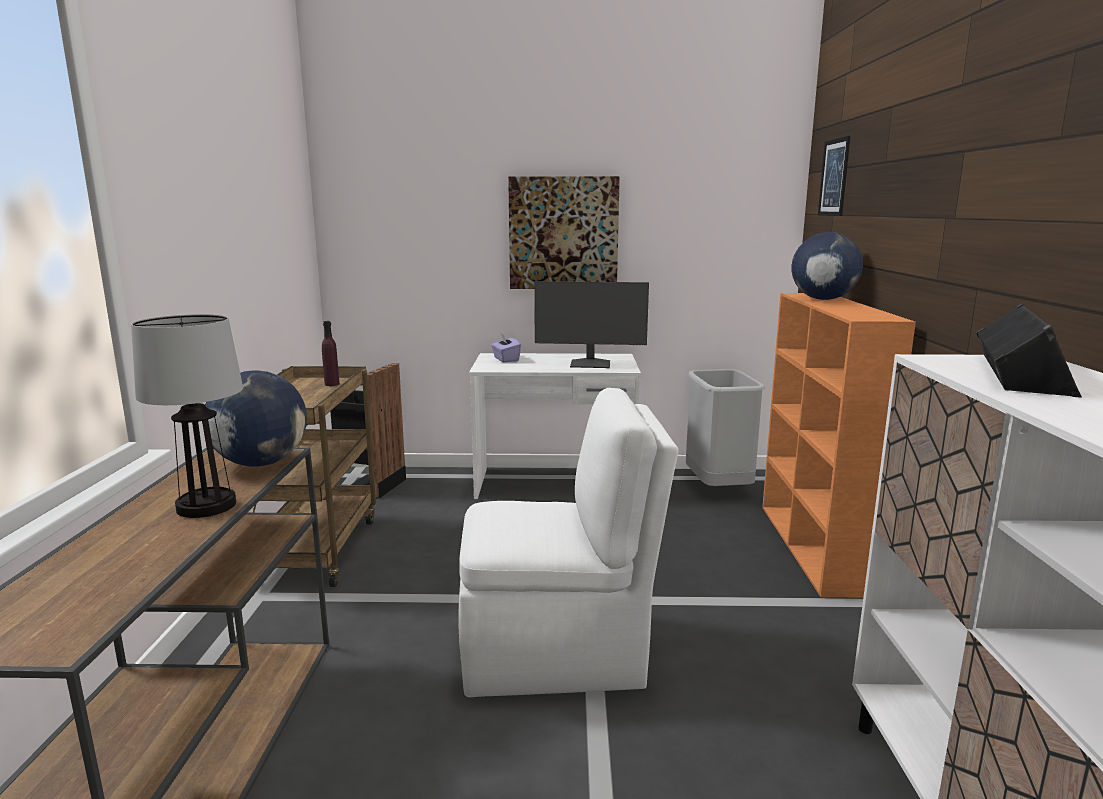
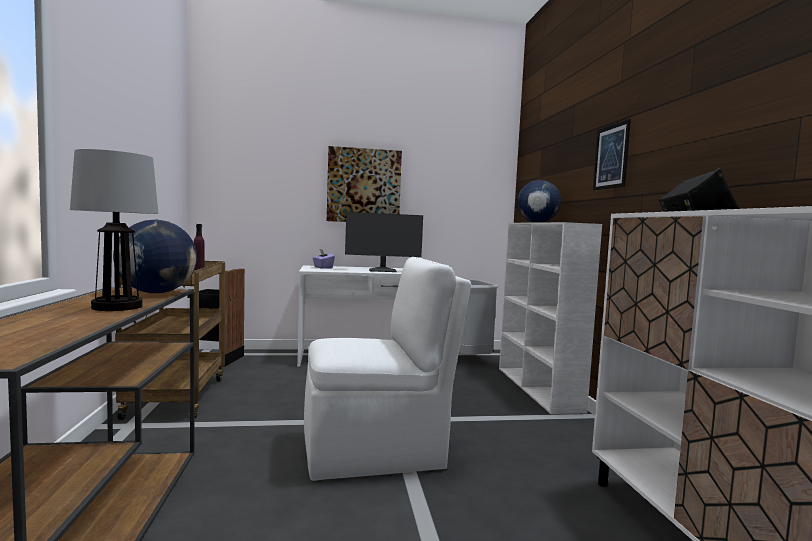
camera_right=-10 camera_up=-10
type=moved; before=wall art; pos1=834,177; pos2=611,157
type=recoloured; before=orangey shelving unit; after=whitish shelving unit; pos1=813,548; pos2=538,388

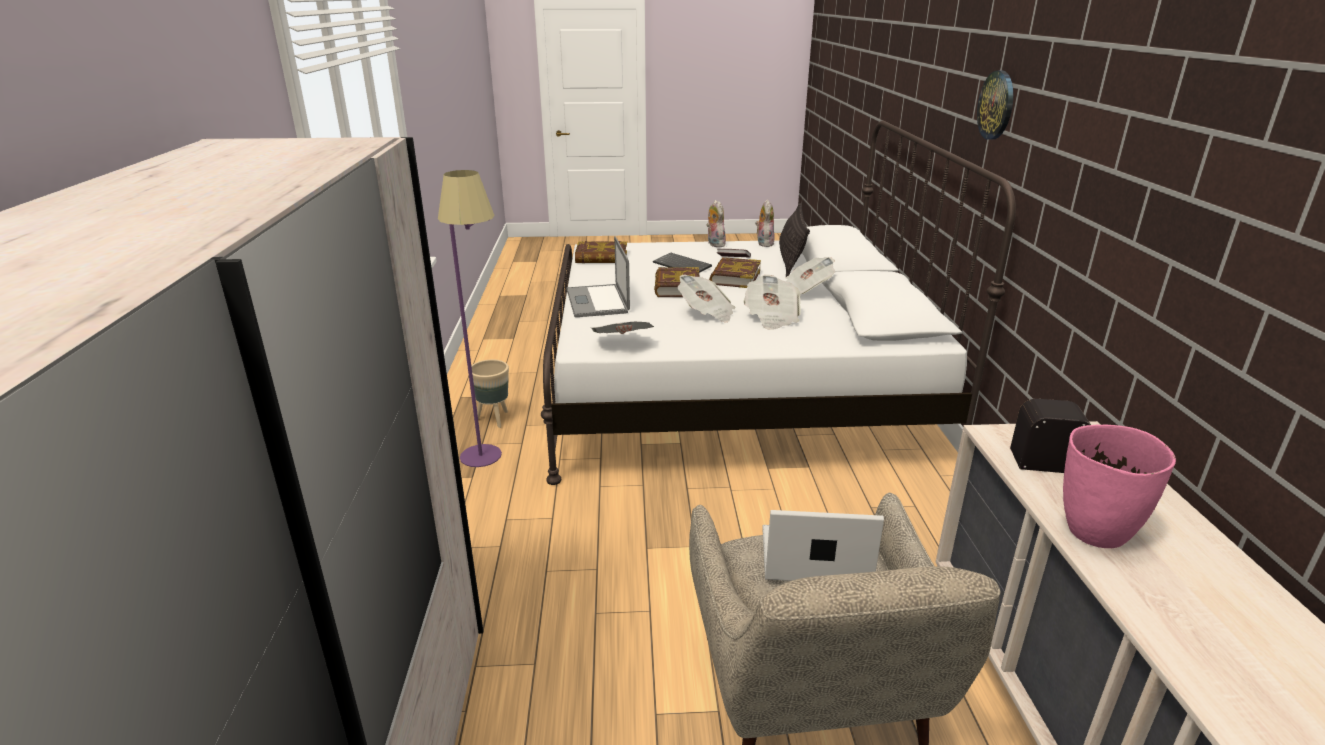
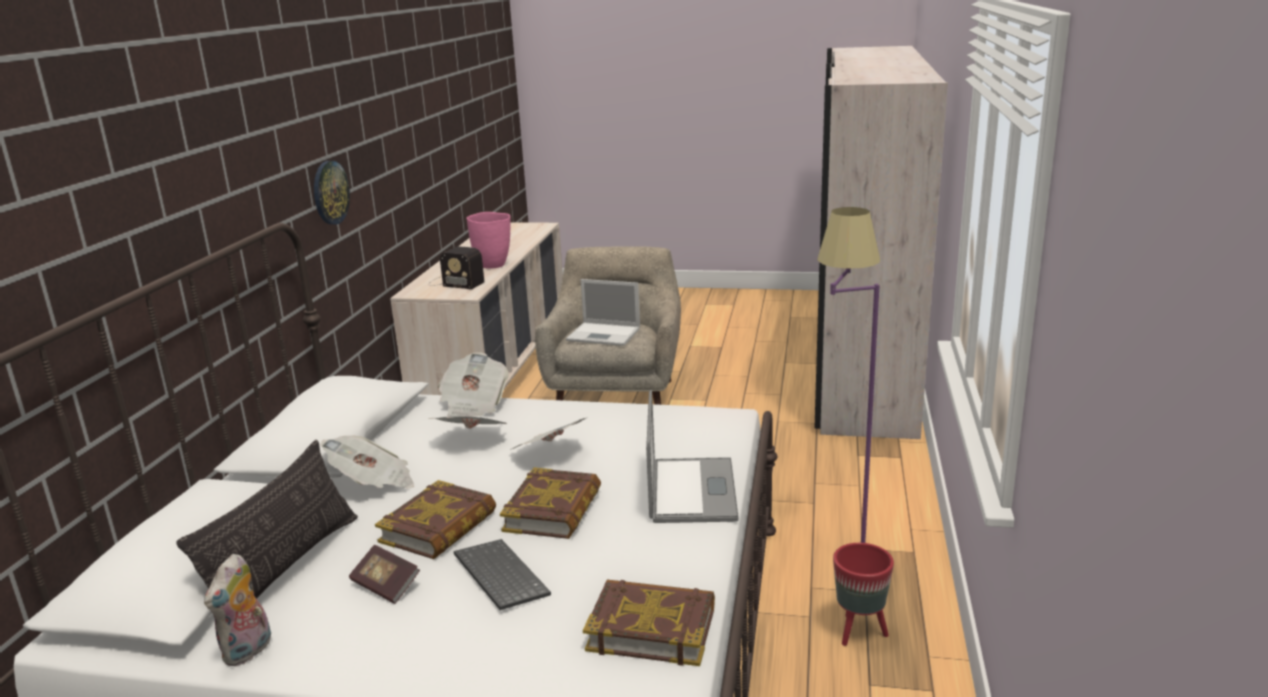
camera_right=-165 camera_up=-5
type=removed; before=soft toy; pos1=714,244
type=moved; before=printed paper; pos1=622,344; pos2=473,405
type=moved; before=hanging clock; pos1=996,105; pos2=330,192
type=recoloured; before=sand-coloured planter; after=red planter; pos1=494,419; pos2=859,632

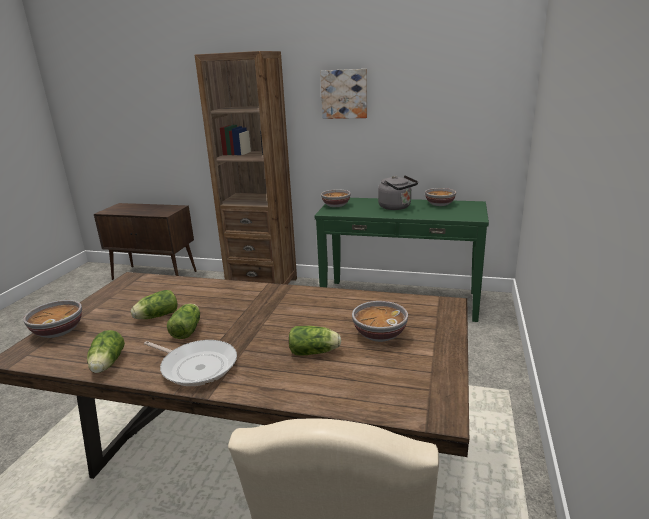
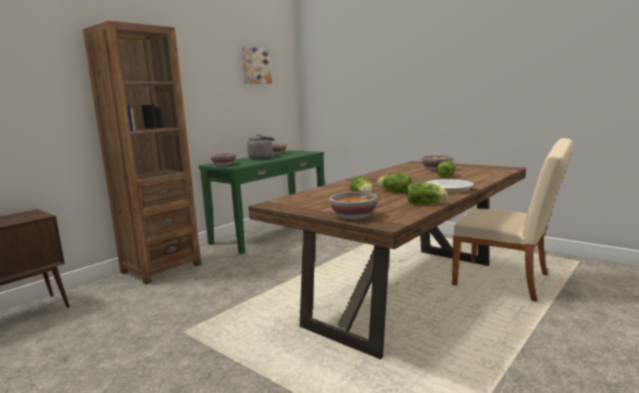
camera_right=-65 camera_up=-10
type=moved; before=wall art; pos1=344,94; pos2=255,65

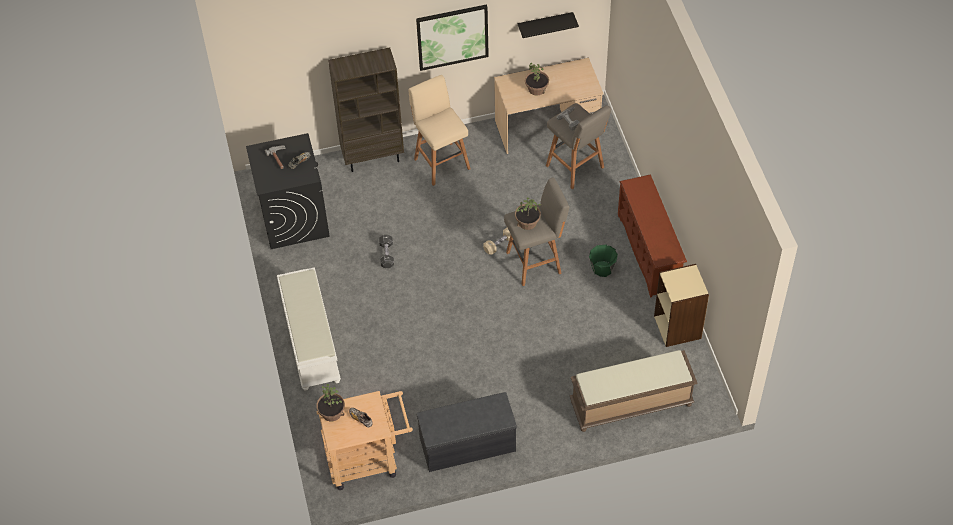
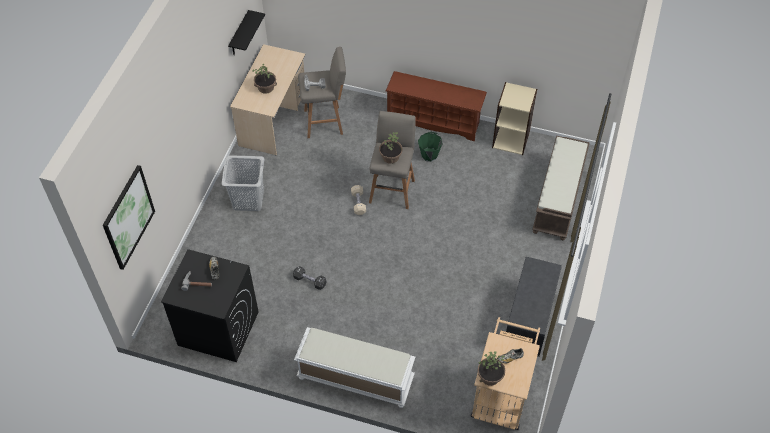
camera_right=-60 camera_up=0
type=removed; before=brownish shelving unit; pos1=373,157
type=moved; before=wall art; pos1=452,36; pos2=128,217
type=replaced; before=sand-coloured stool; after=gray hamper; pos1=441,162; pos2=248,199

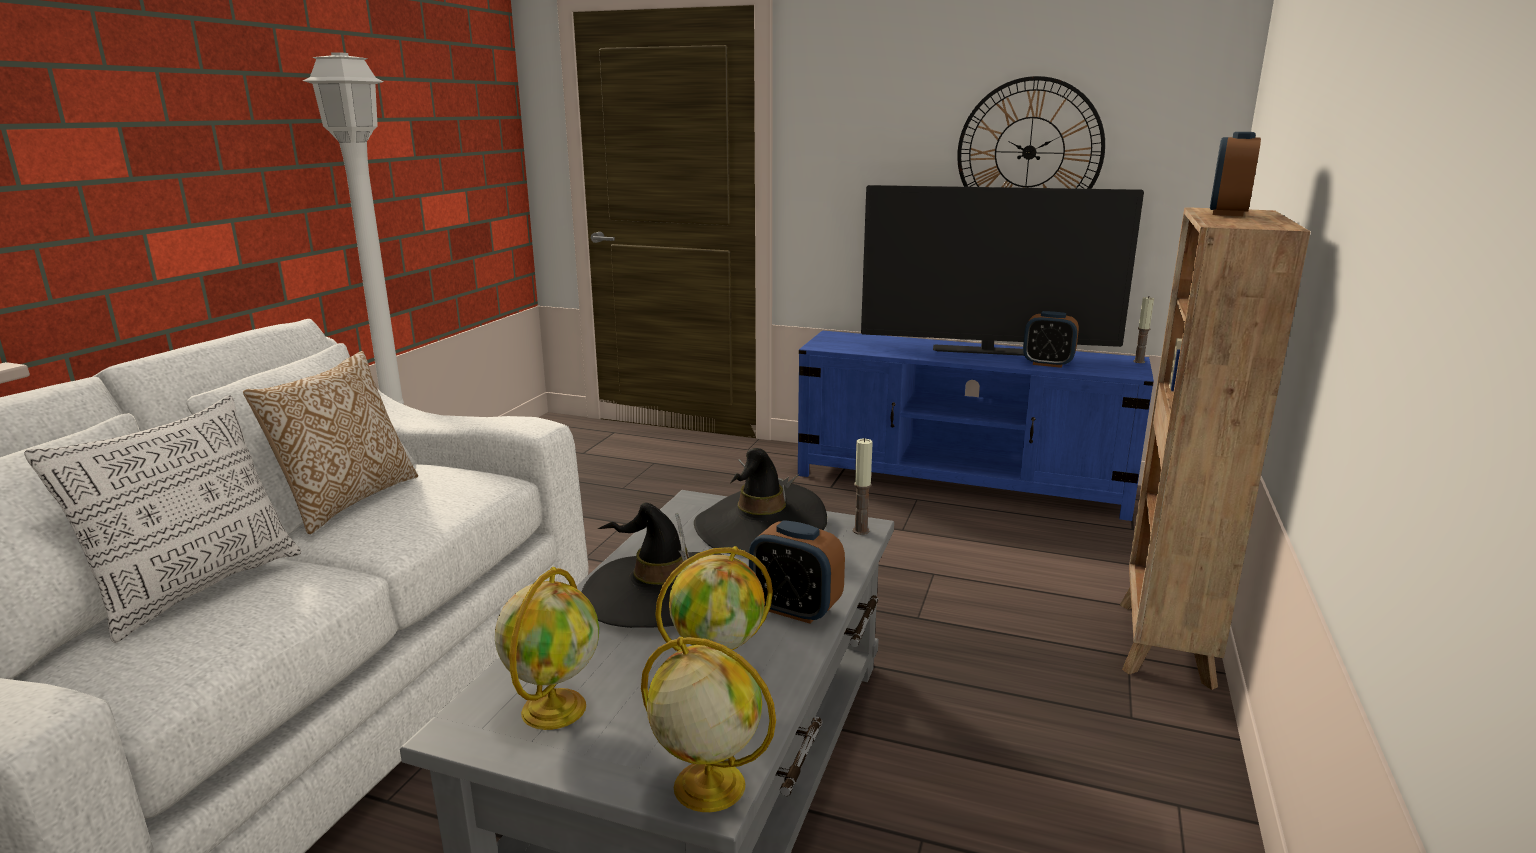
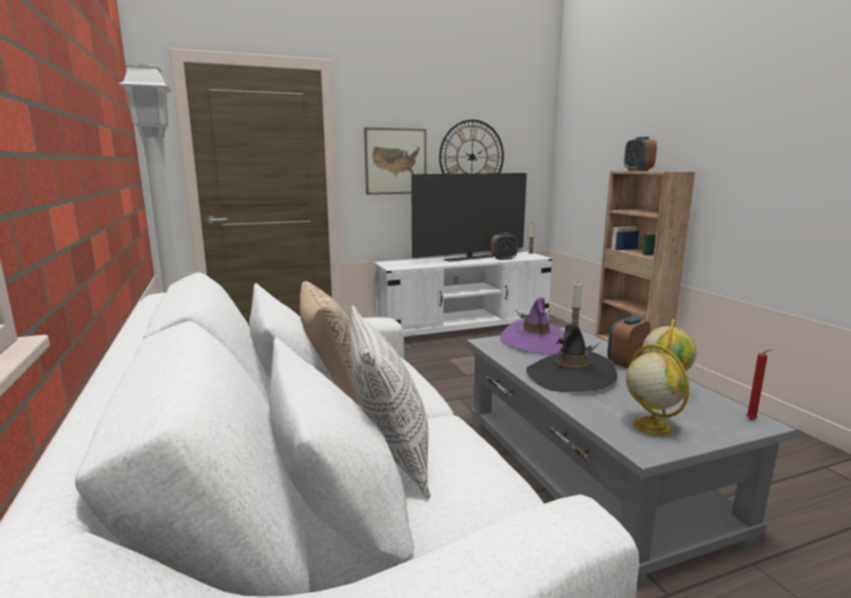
camera_right=-40 camera_up=-5
type=added; after=wall art; pos2=396,161
type=replaced; before=desk globe; after=red candle; pos1=706,785; pos2=752,420
type=recoloured; before=blackish clothing hat; after=purplish clothing hat; pos1=760,526; pos2=537,341
type=recoloured; before=blue-coloured media console; after=whitish media console; pos1=962,481; pos2=464,329
type=turned; before=table clock; pos1=795,609; pos2=626,362; turn=150

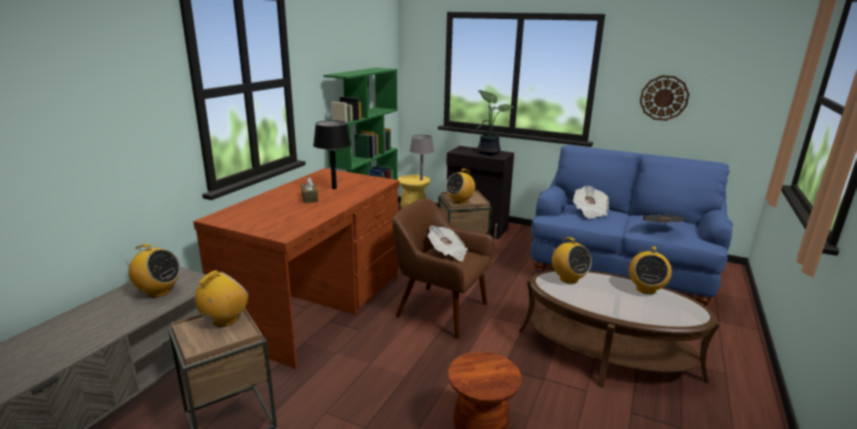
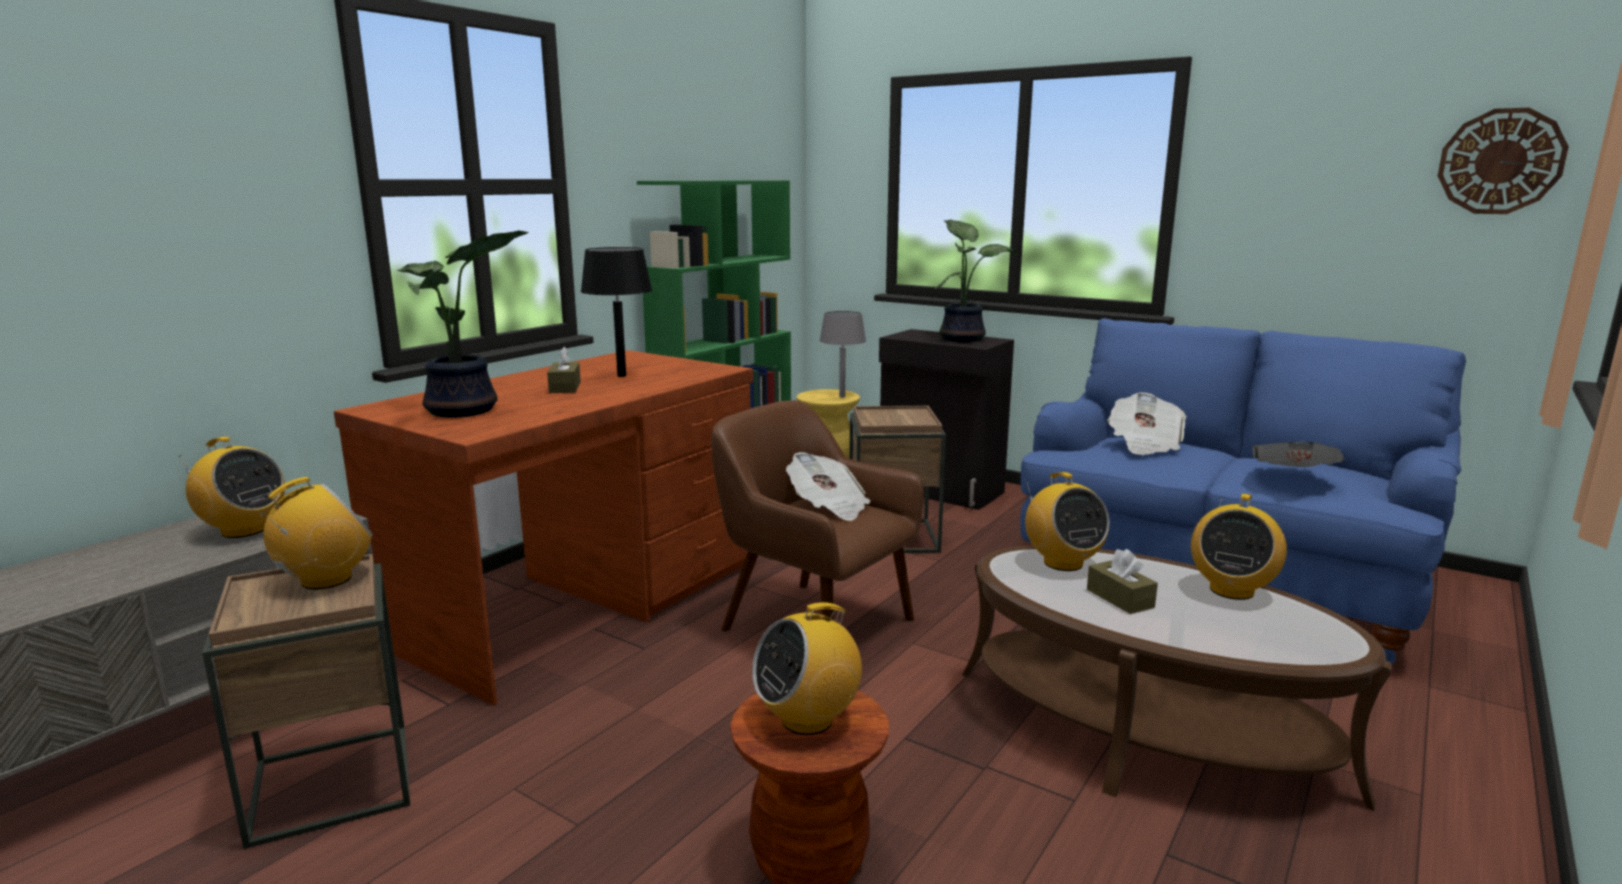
camera_right=10 camera_up=-5
type=added; after=houseplant; pos2=464,411
type=added; after=brownish tissue holder; pos2=1120,598
type=moved; before=radio set; pos1=460,201; pos2=808,719
type=moved; before=hanging clock; pos1=664,98; pos2=1500,161

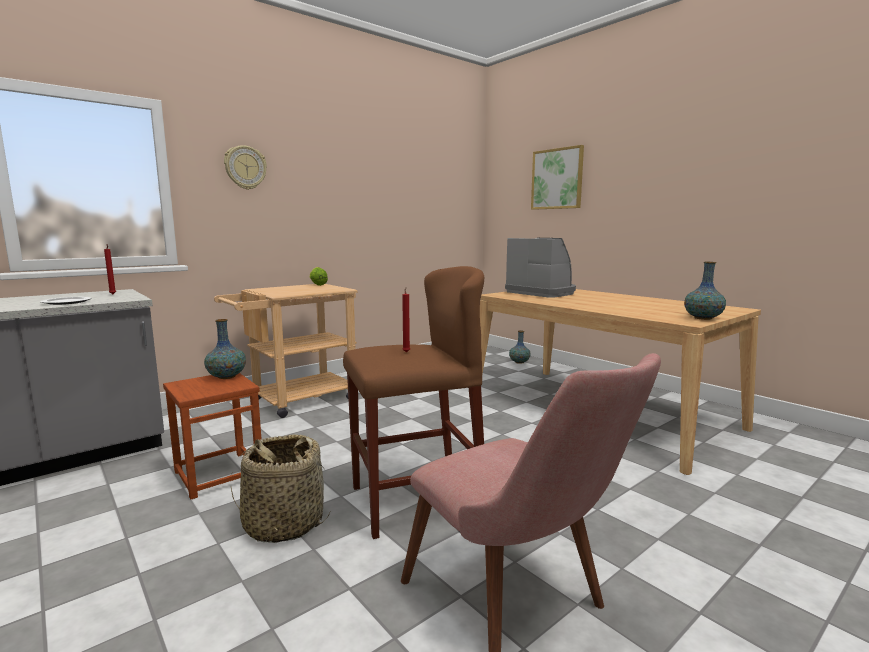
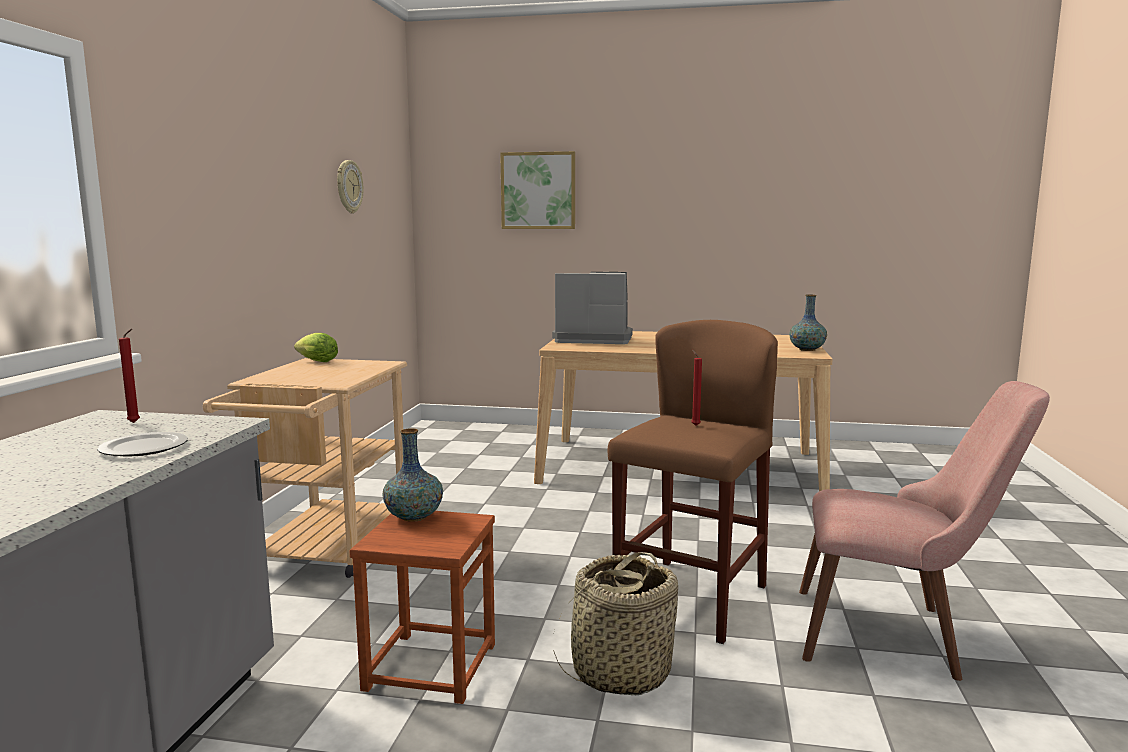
camera_right=-40 camera_up=0
type=removed; before=vase; pos1=519,362
type=moved; before=hanging clock; pos1=245,167; pos2=348,186

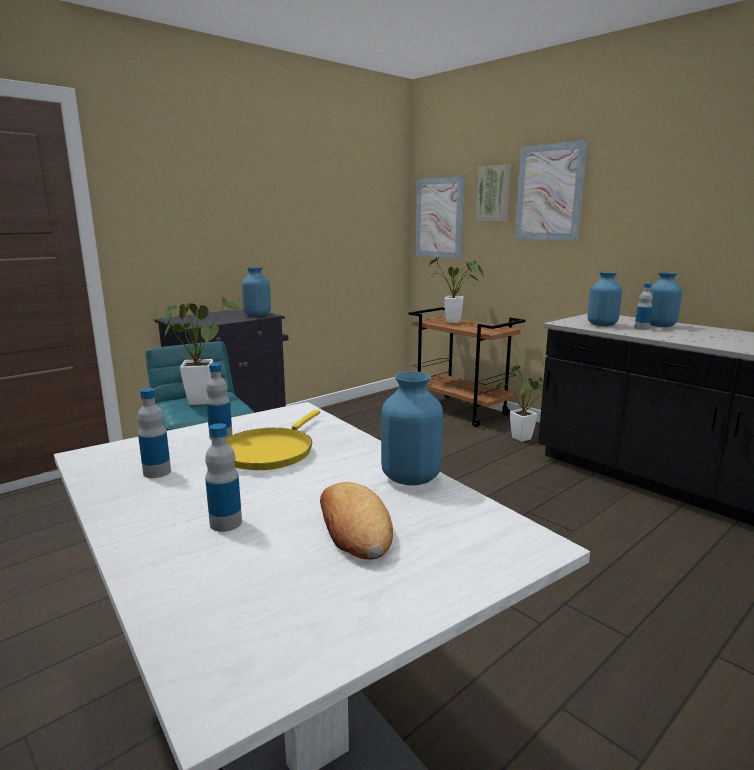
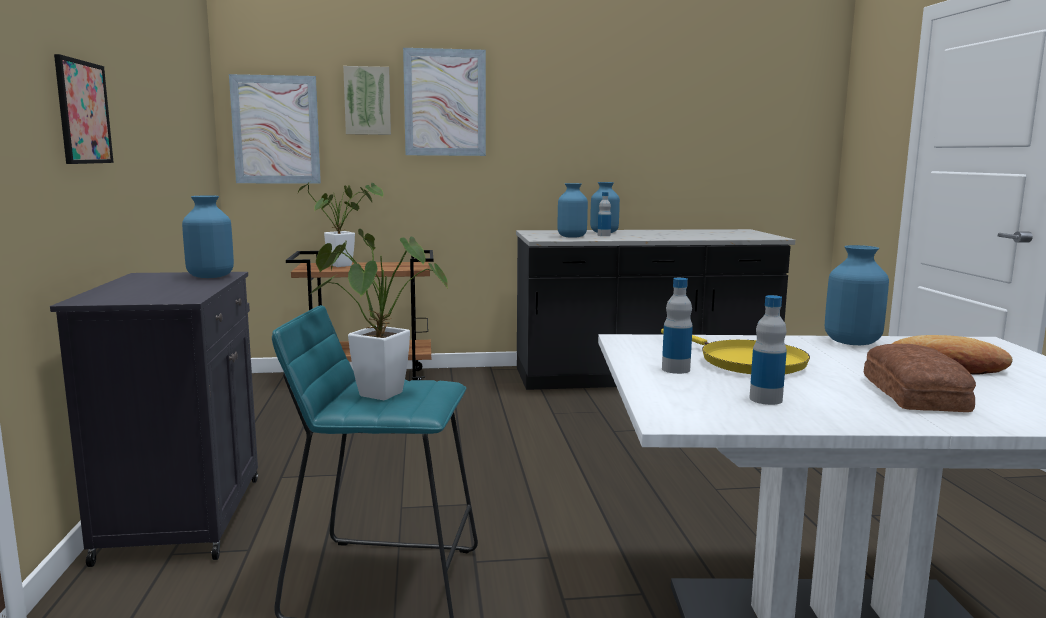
camera_right=-55 camera_up=-5
type=removed; before=houseplant; pos1=524,440
type=added; after=wall art; pos2=83,112
type=replaced; before=beverage bottle; after=baked bread; pos1=226,523; pos2=916,393

